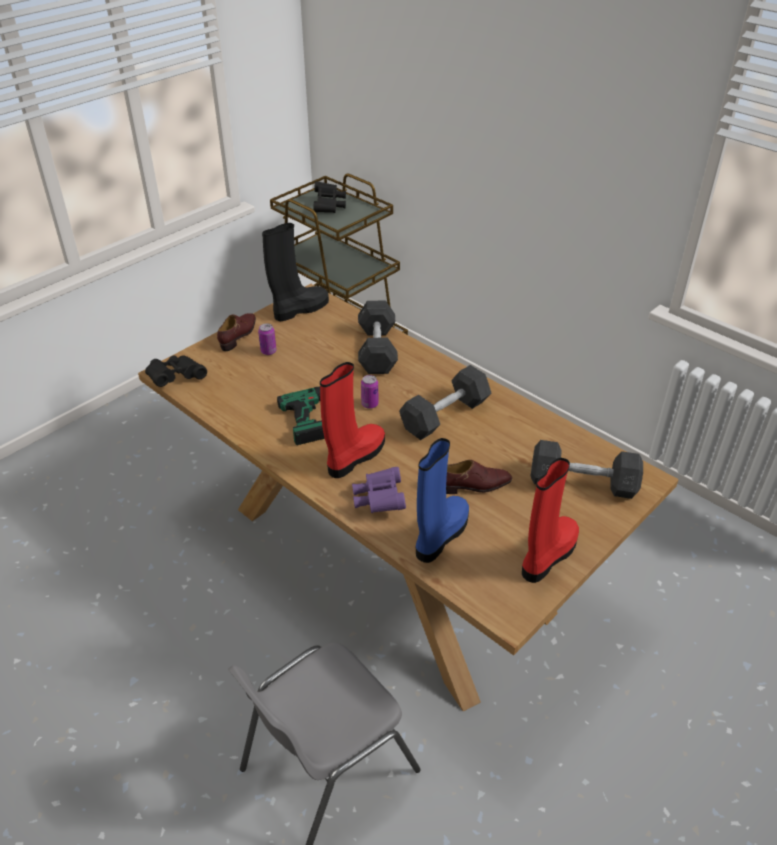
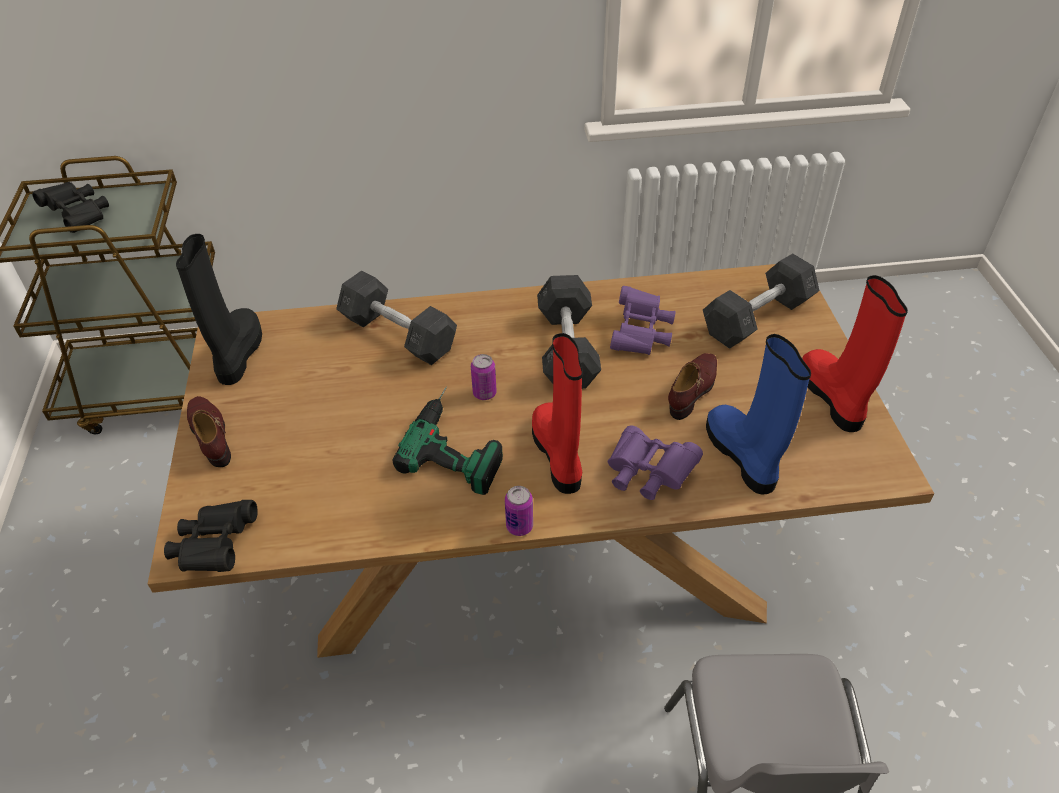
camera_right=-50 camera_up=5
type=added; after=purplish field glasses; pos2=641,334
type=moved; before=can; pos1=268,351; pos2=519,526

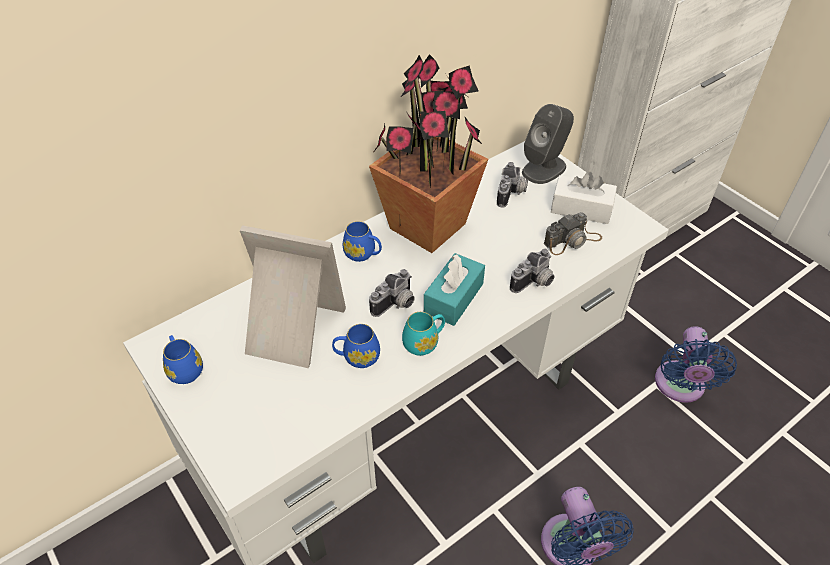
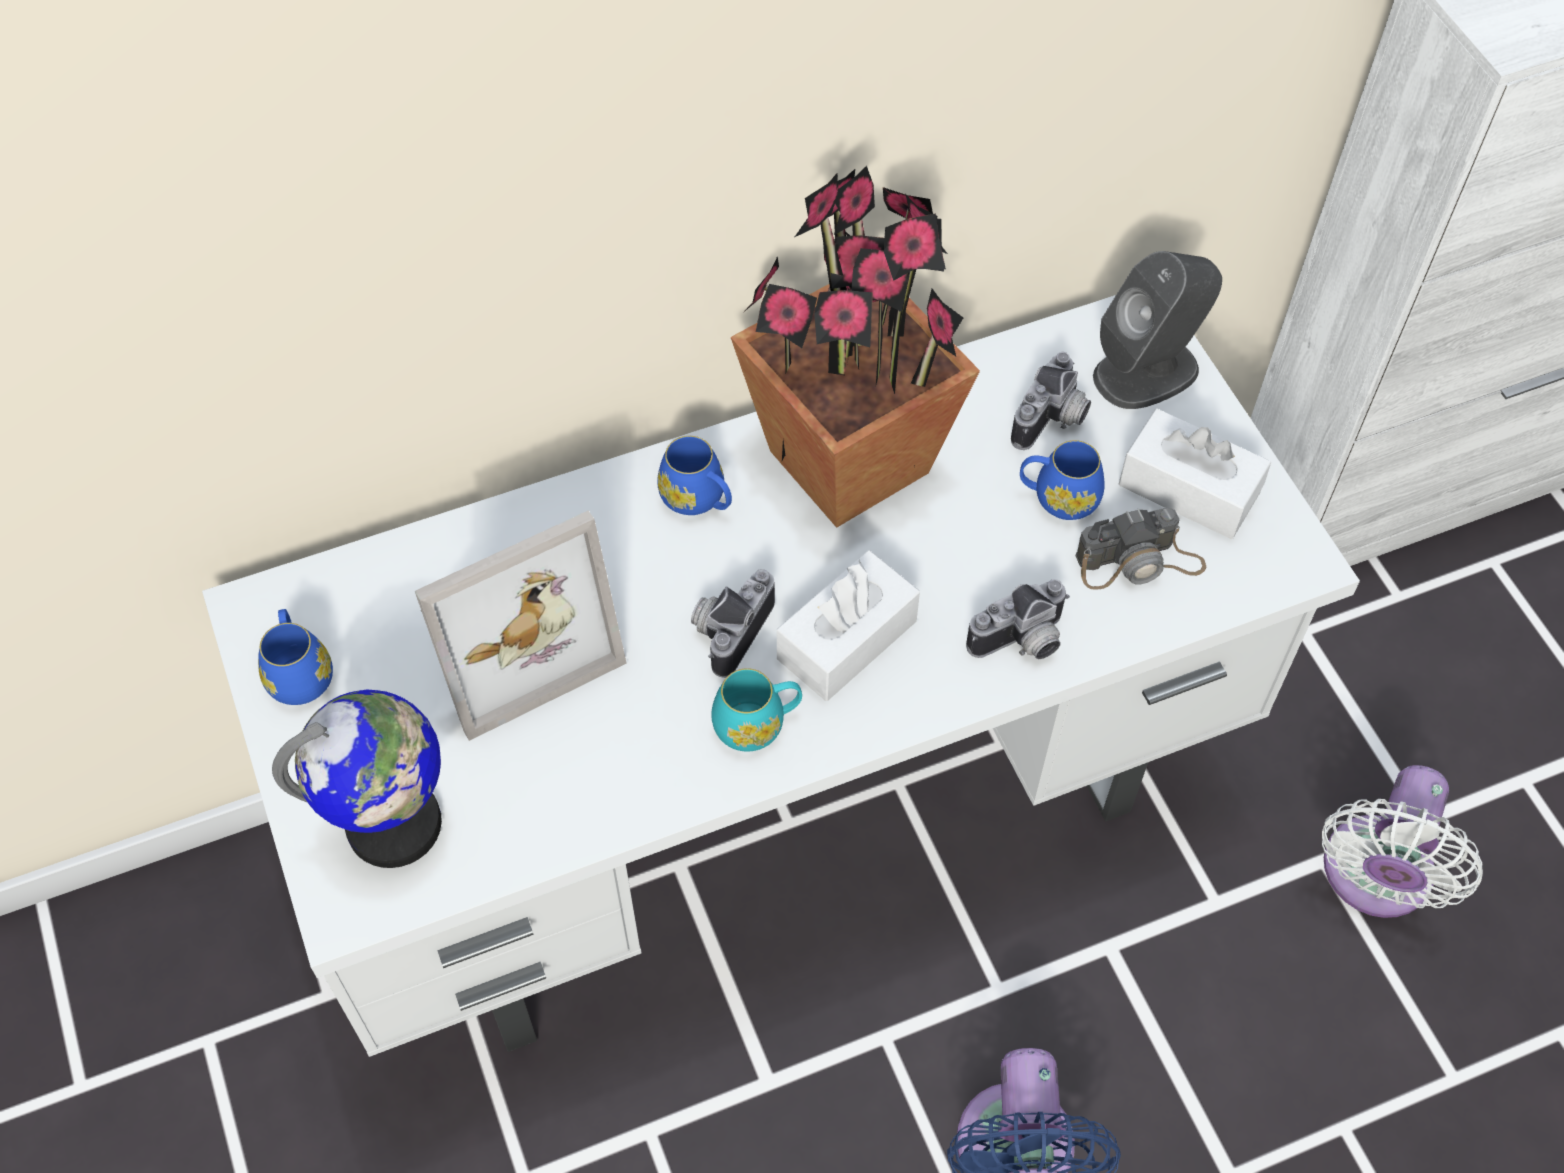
camera_right=15 camera_up=10
type=added; after=desk globe; pos2=395,825
type=moved; before=blue-coloured coffee mug; pos1=357,357; pos2=1058,498
type=recoloured; before=turquoise tissue holder; after=whitish tissue holder; pos1=453,298; pos2=847,640
type=recoloured; before=blue-coloured cooling fan; after=whitish cooling fan; pos1=679,387; pos2=1374,878
type=turned; before=photo frame; pos1=290,330; pos2=512,638; turn=120
type=turned; before=photo camera; pos1=396,305; pos2=728,629; turn=150

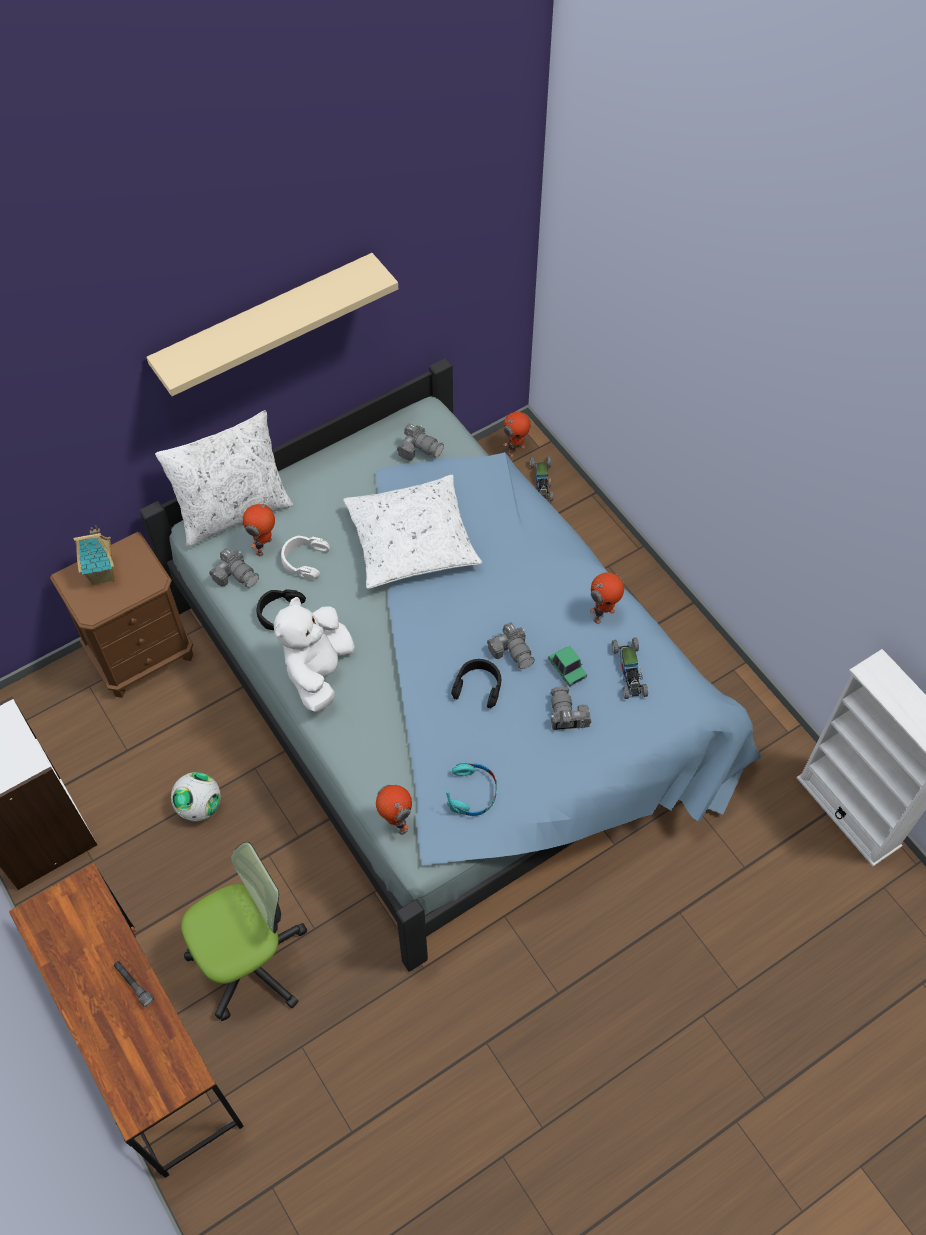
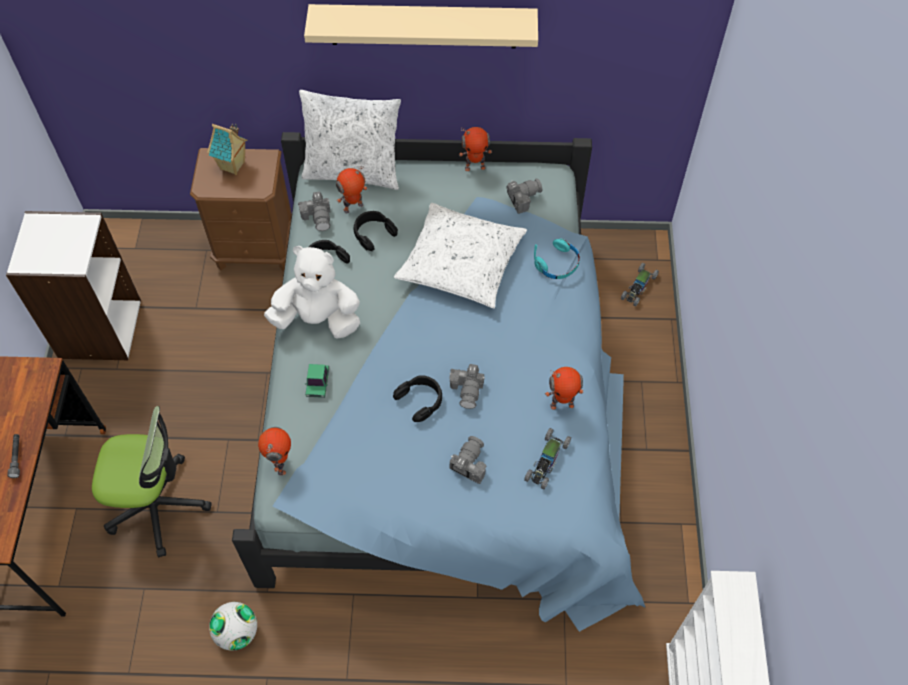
camera_right=35 camera_up=0
type=moved; before=football; pos1=199,806; pos2=237,632
type=moved; before=turquoise headset; pos1=472,793; pos2=558,264
type=moved; before=model robot; pos1=515,449; pos2=475,167
type=moved; before=model car; pos1=567,669; pos2=318,383
type=recoloured; before=whitish headset; after=blackish headset; pos1=304,560; pos2=373,233
type=turned; before=whitish soft toy; pos1=318,671; pos2=318,319; turn=45
type=turned; before=photo camera; pos1=419,449; pos2=522,198; turn=-90

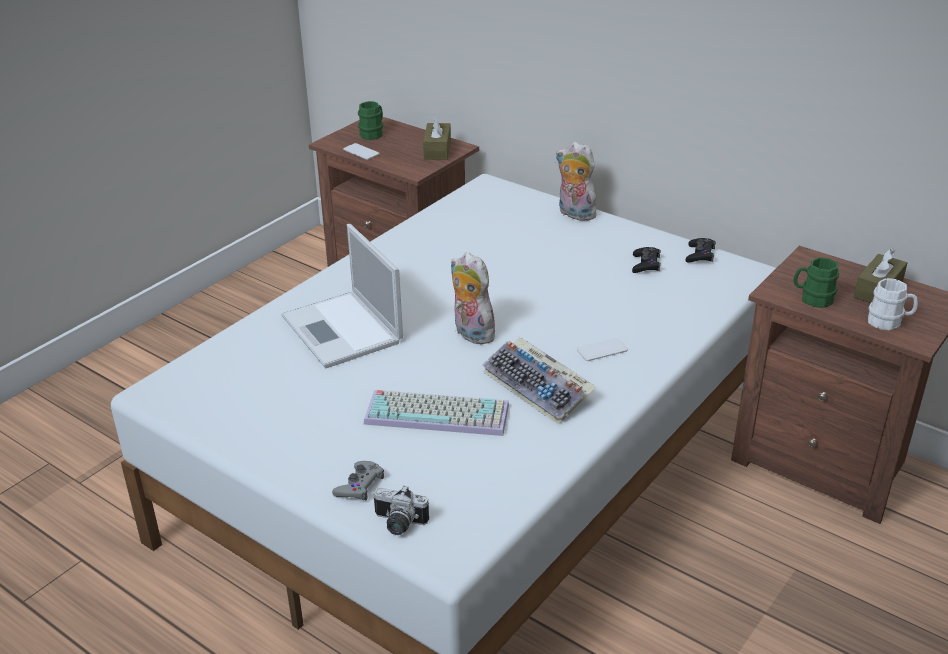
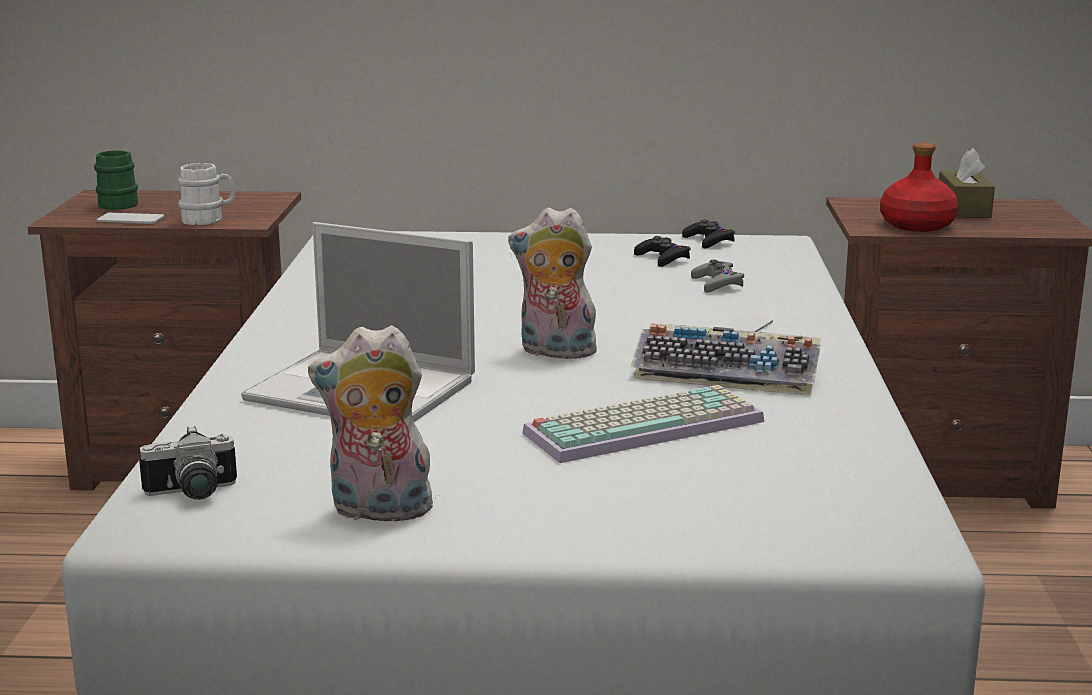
camera_right=-35 camera_up=-15
type=removed; before=brownish tissue holder; pos1=437,150
type=moved; before=gray game controller; pos1=359,485; pos2=717,284
type=moved; before=photo camera; pos1=398,524; pos2=192,494
type=moved; before=soft toy; pos1=574,214; pos2=378,512
type=moved; before=whitish coffee mug; pos1=889,322; pos2=208,219
type=replaced; before=green-coloured coffee mug; after=red beverage bottle; pos1=812,299; pos2=917,225

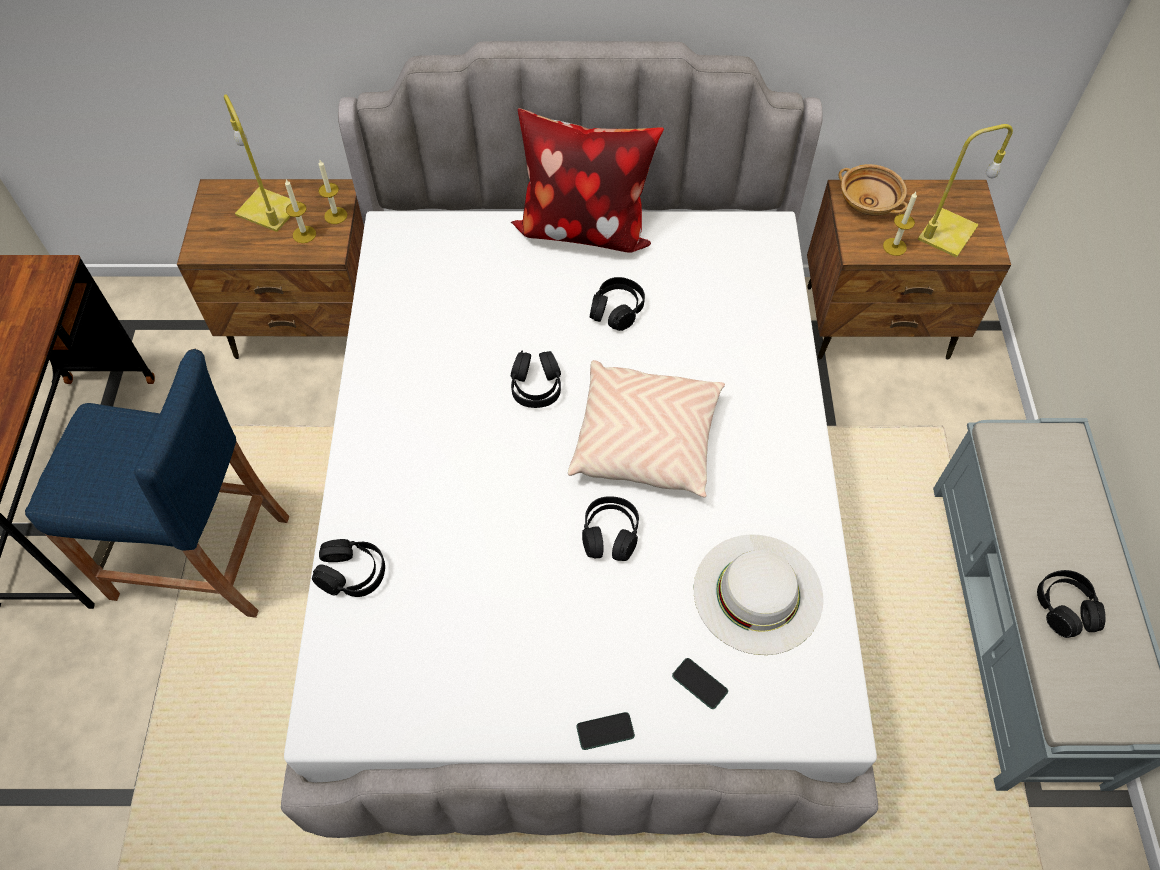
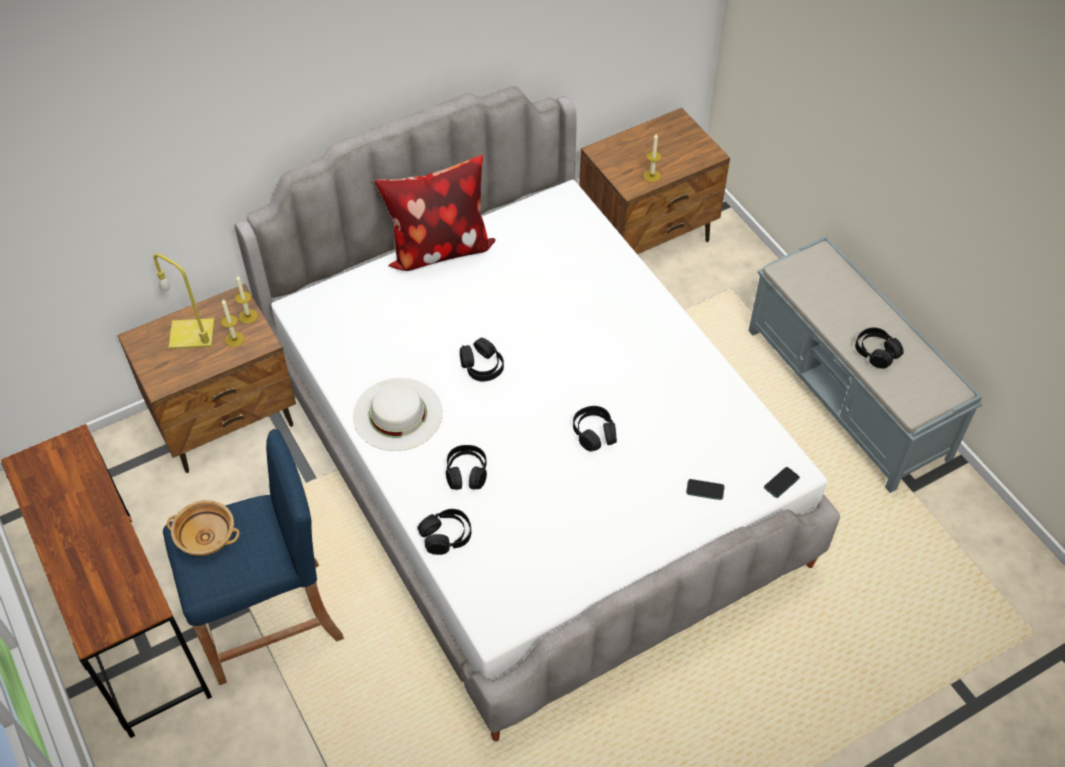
camera_right=-30 camera_up=-5
type=removed; before=sand-coloured cushion; pos1=645,440
type=removed; before=yellow-coloured table lamp; pos1=947,234
type=moved; before=telephone; pos1=605,731; pos2=781,483
type=moved; before=blackish headset; pos1=617,310; pos2=466,473
type=moved; before=whitish clothing hat; pos1=757,593; pos2=397,414
type=moved; before=sand-coloured deep dish; pos1=869,202; pos2=207,536

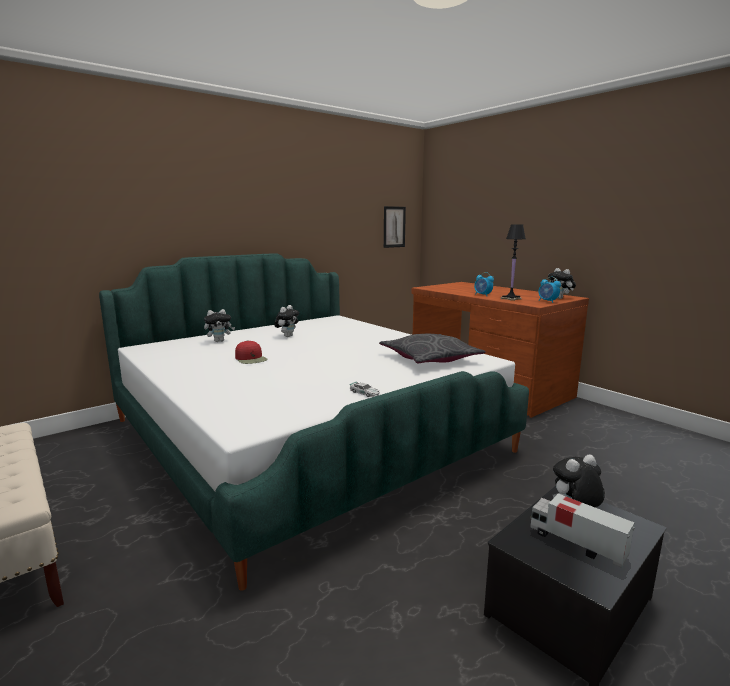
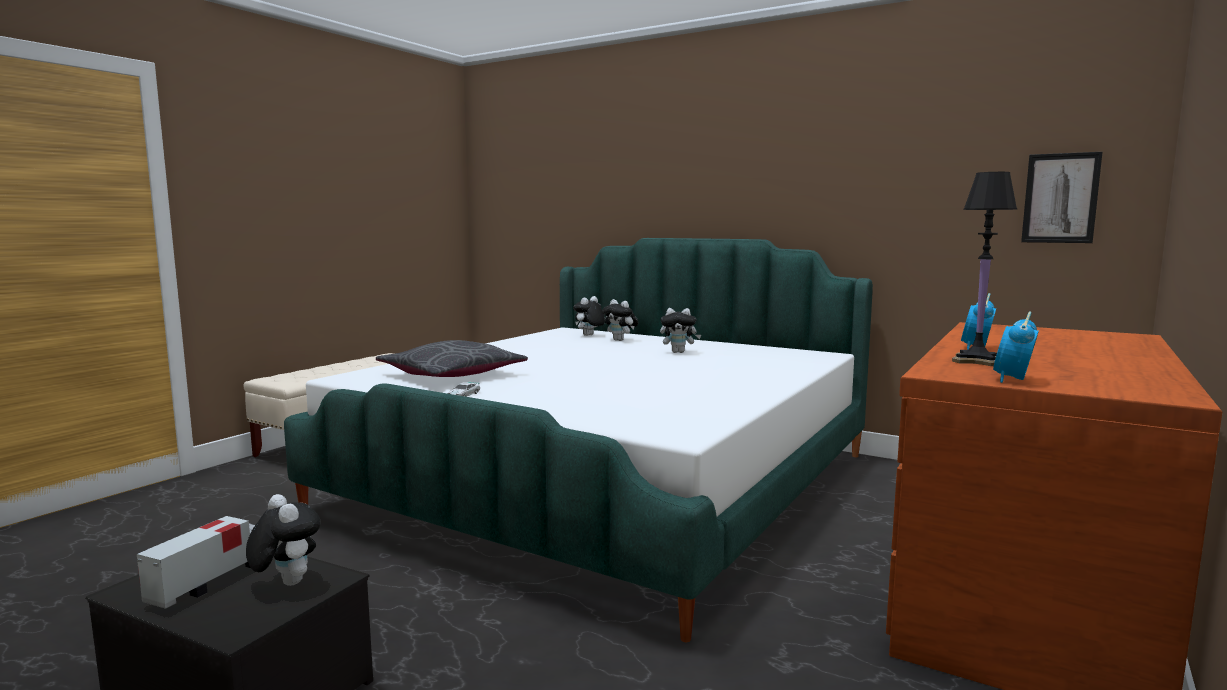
camera_right=70 camera_up=-5
type=removed; before=red peaked cap; pos1=251,359
type=moved; before=gray cushion; pos1=429,358; pos2=452,375
type=moved; before=soft toy; pos1=560,298; pos2=589,335

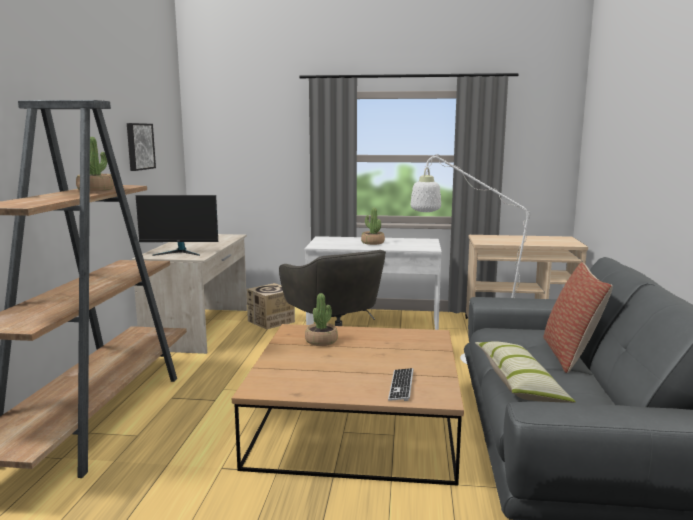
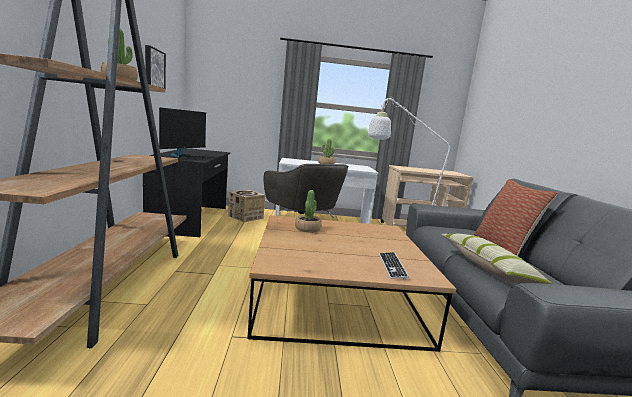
camera_right=-10 camera_up=0
type=recoloured; before=sand-coloured desk; after=blackish desk; pos1=200,328; pos2=191,219
type=turned; before=monitor; pos1=180,252; pos2=182,156; turn=-60

